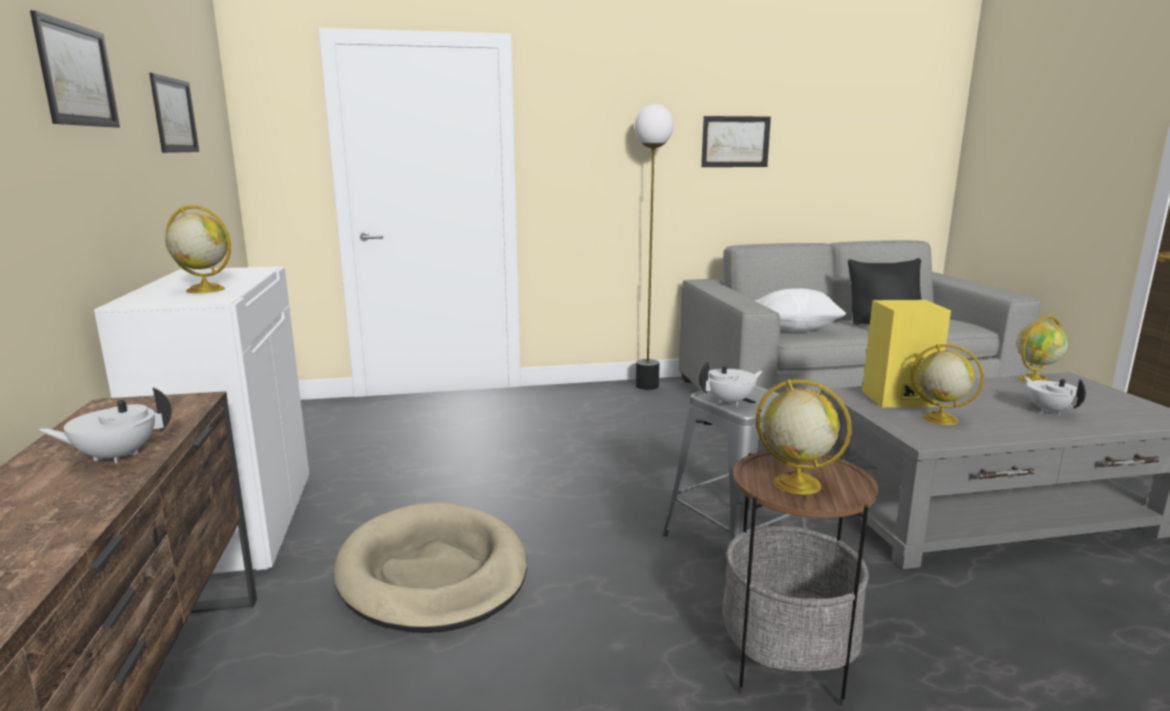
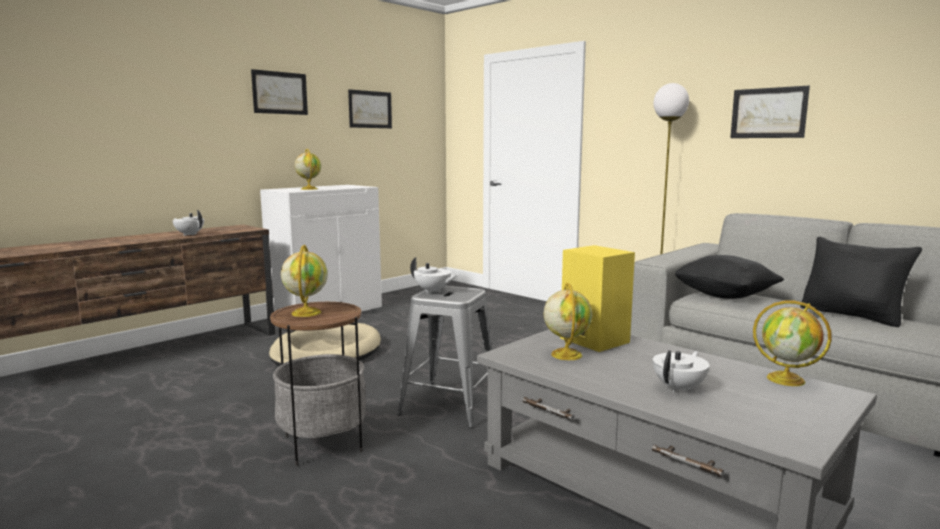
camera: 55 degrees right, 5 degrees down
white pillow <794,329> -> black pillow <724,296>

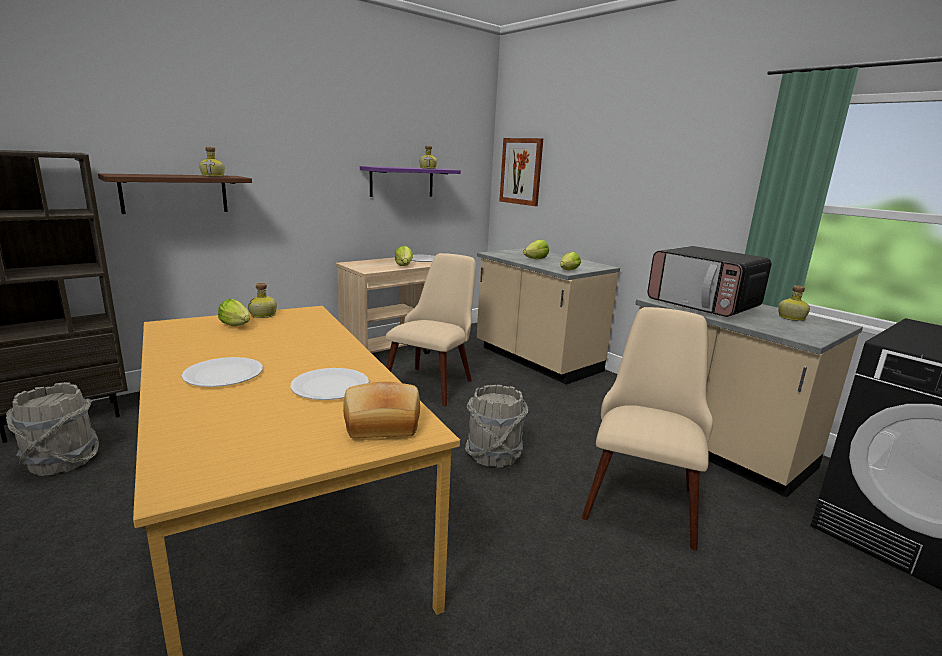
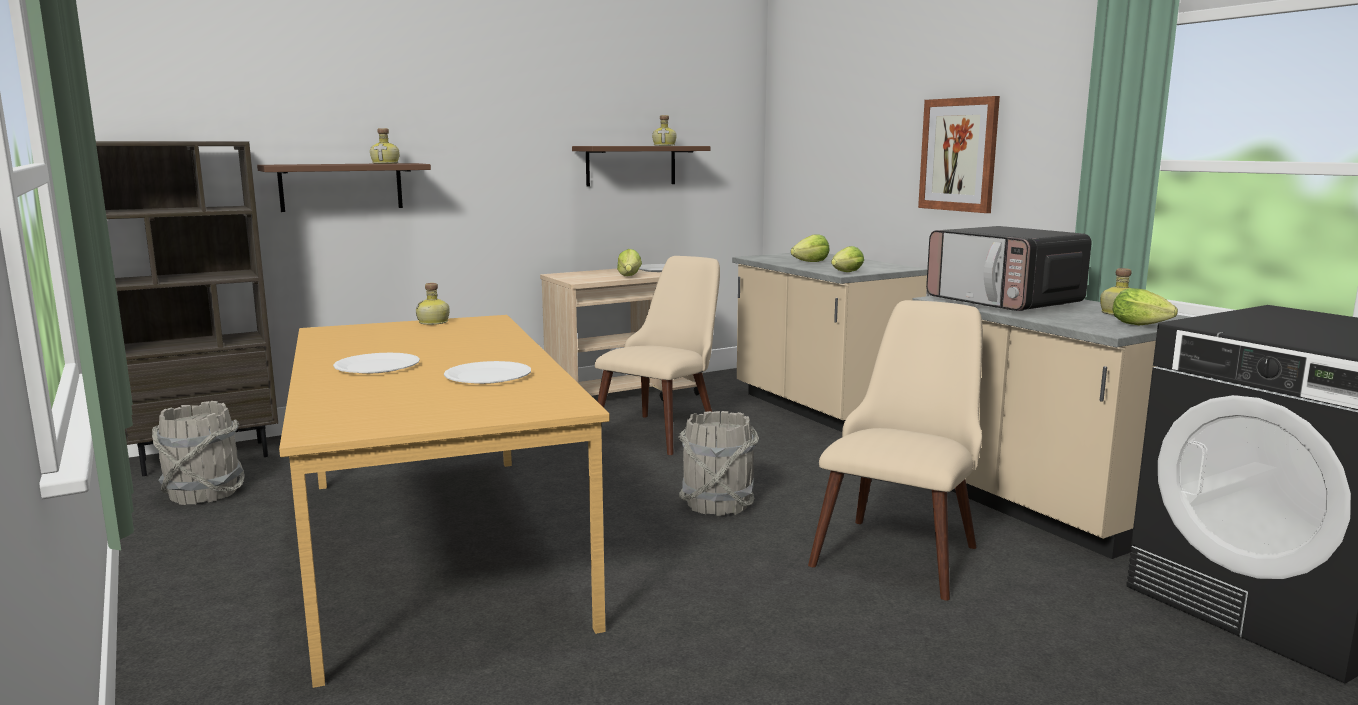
camera: 10 degrees right, 5 degrees down
purple shelf <402,182> -> brown shelf <631,165>
picture <521,171> -> picture <959,154>, moved
lettuce <237,326> -> lettuce <1143,325>, moved
bread <382,425> -> none

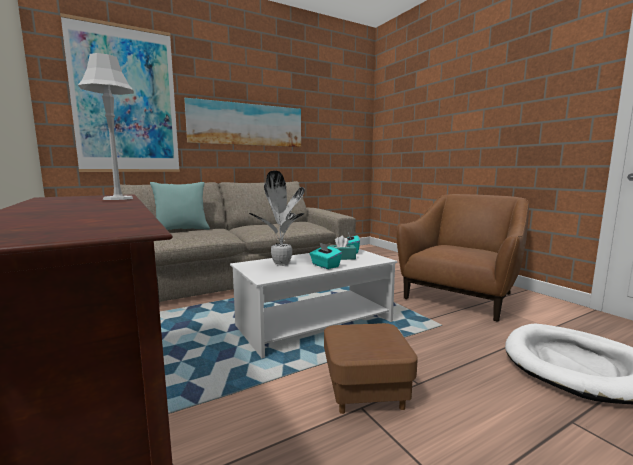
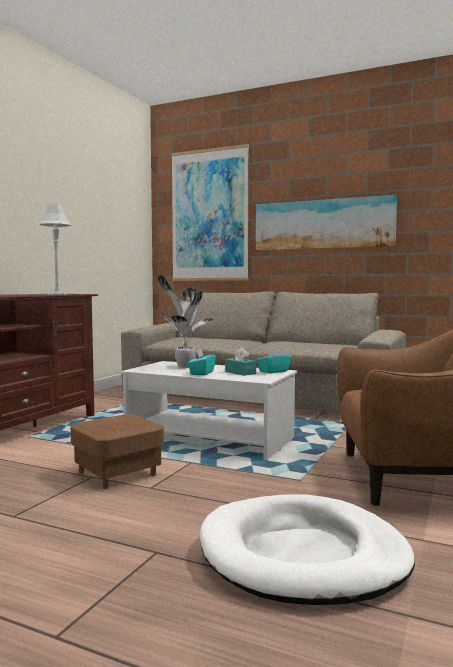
camera: 55 degrees right, 5 degrees down
turquoise pillow <182,230> -> none

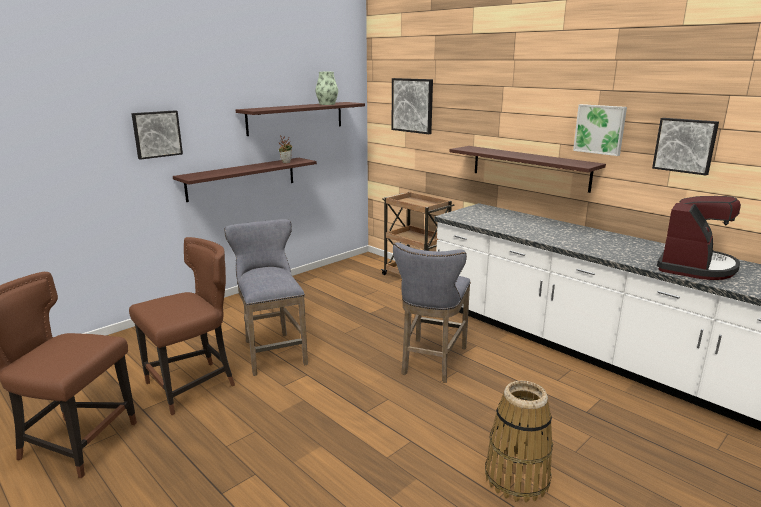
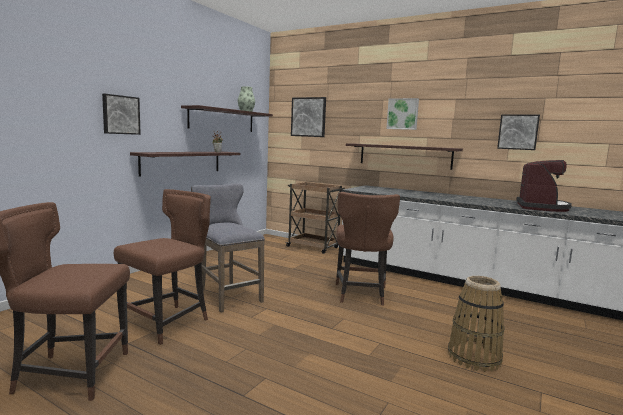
camera: 15 degrees left, 10 degrees down
grey stool <431,362> -> brown chair <360,294>
picture <600,129> -> picture <403,114>, moved

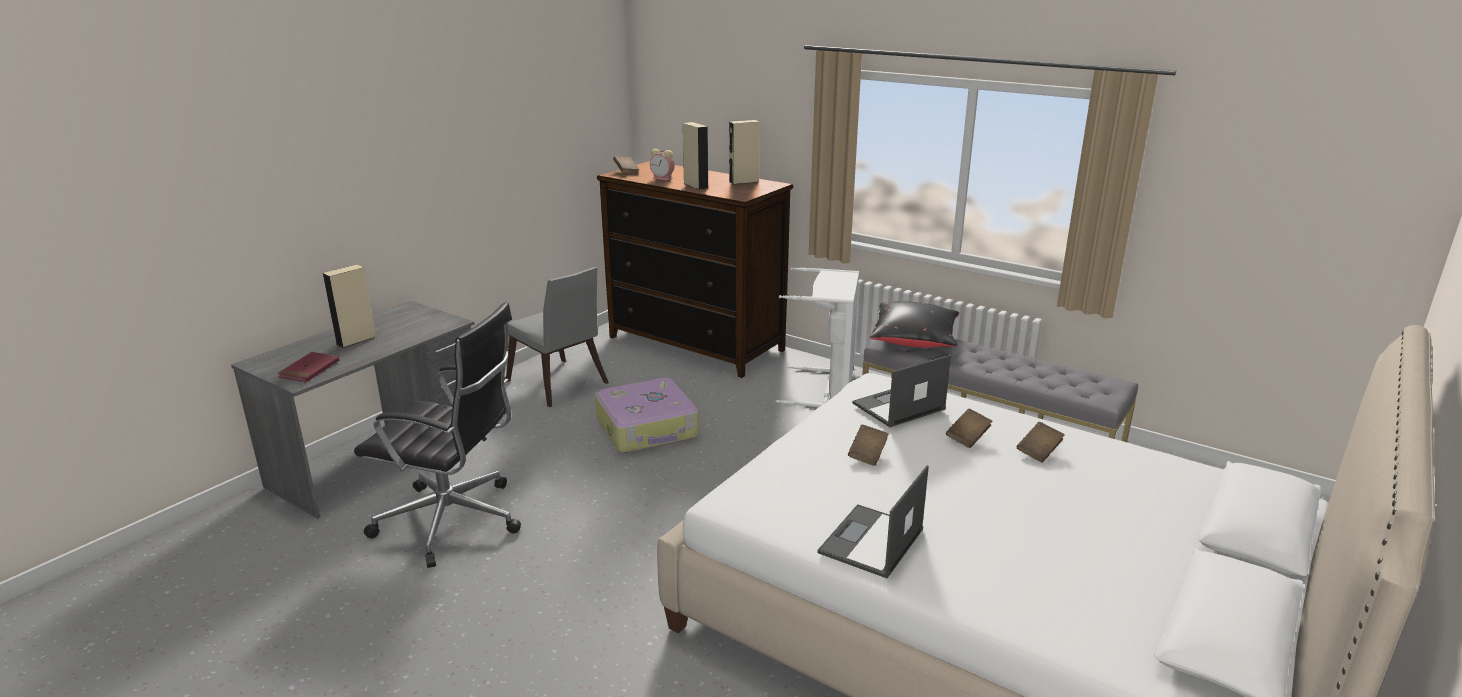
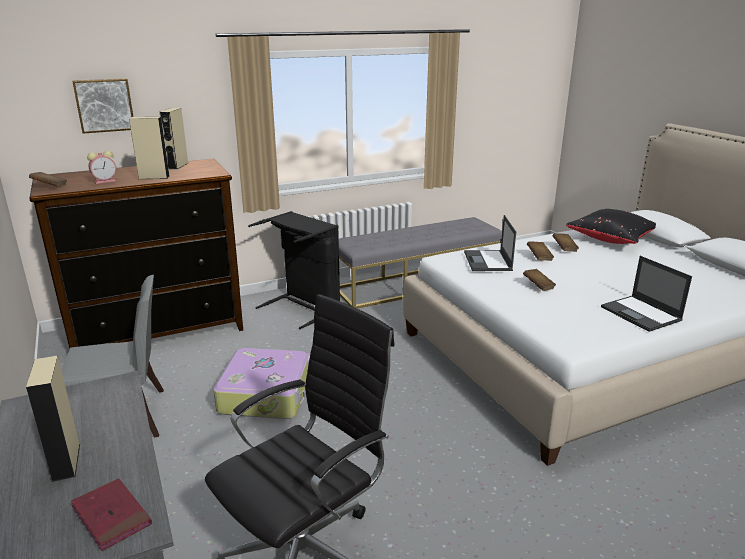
camera: 60 degrees left, 0 degrees up
none -> picture <104,105>
white laundry basket <827,389> -> black laundry basket <304,307>
black pillow <914,341> -> black pillow <612,239>, moved

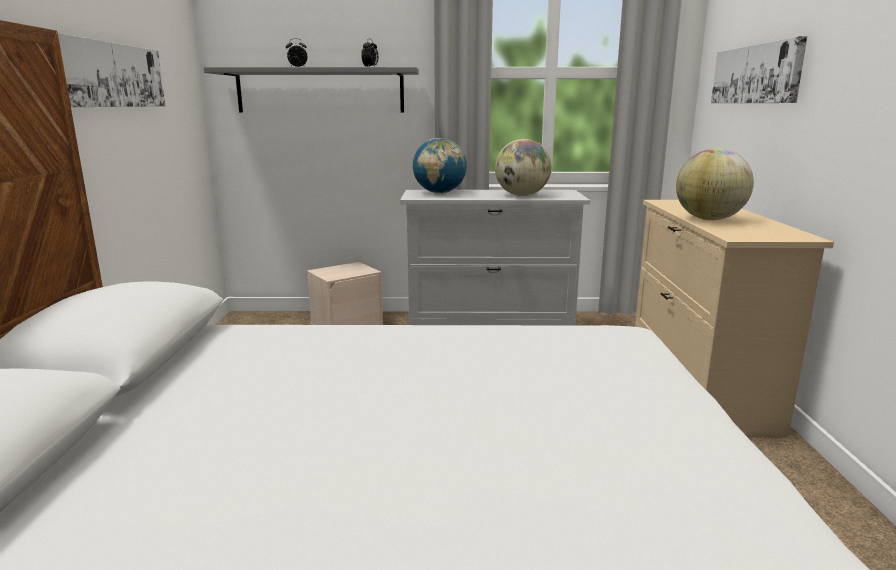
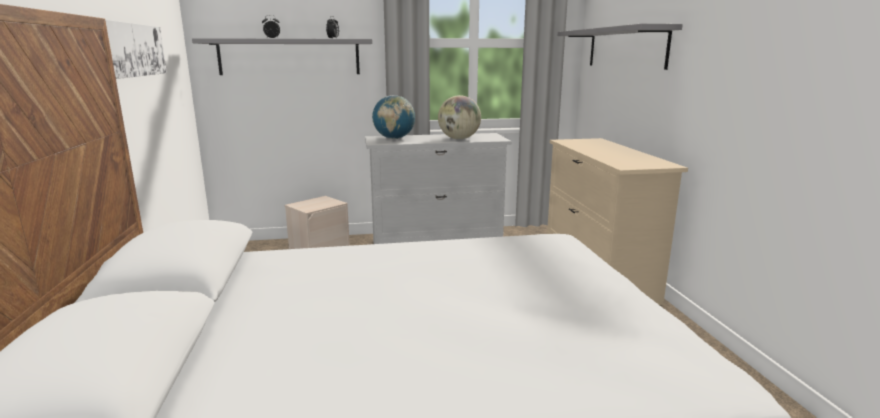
camera: 10 degrees left, 0 degrees up
picture <756,74> -> grey shelf <625,48>
globe <709,219> -> none

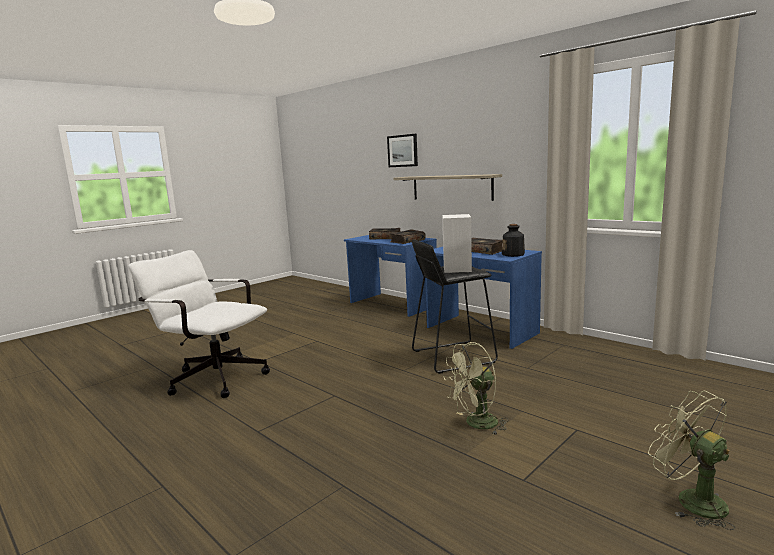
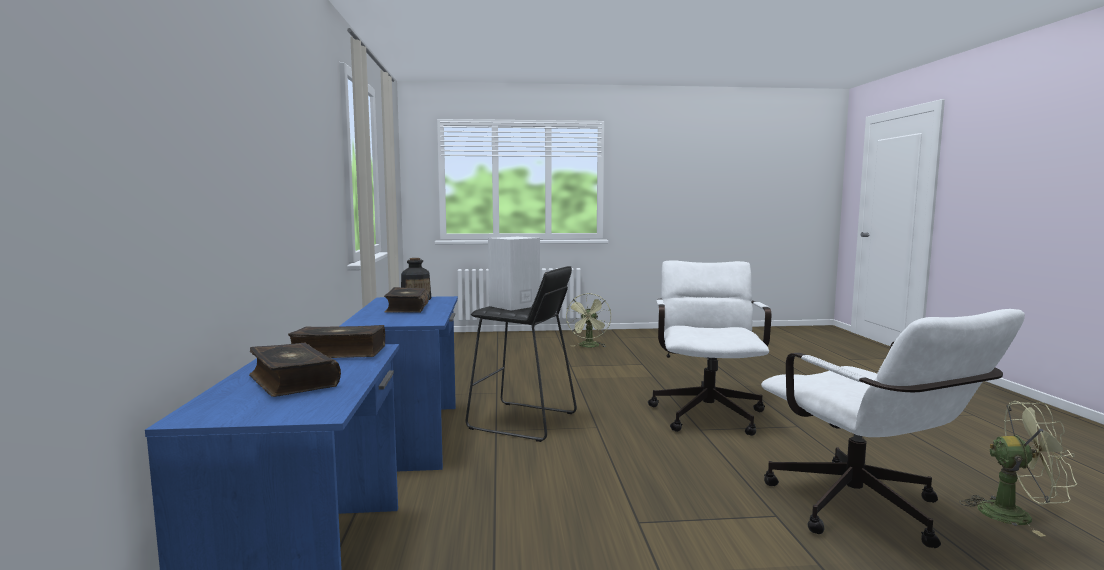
camera: 140 degrees left, 5 degrees down
none -> white office chair <707,411>
green fan <476,424> -> green fan <1015,515>, moved
picture <403,151> -> none
shelf <451,187> -> none

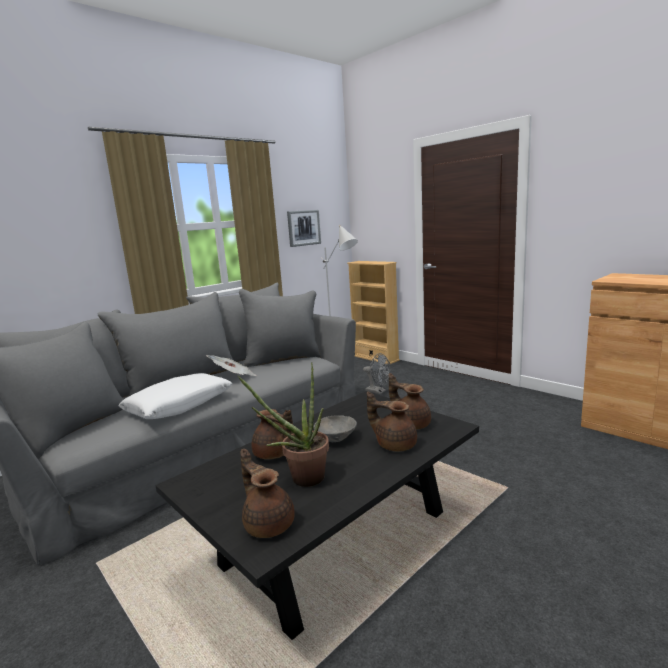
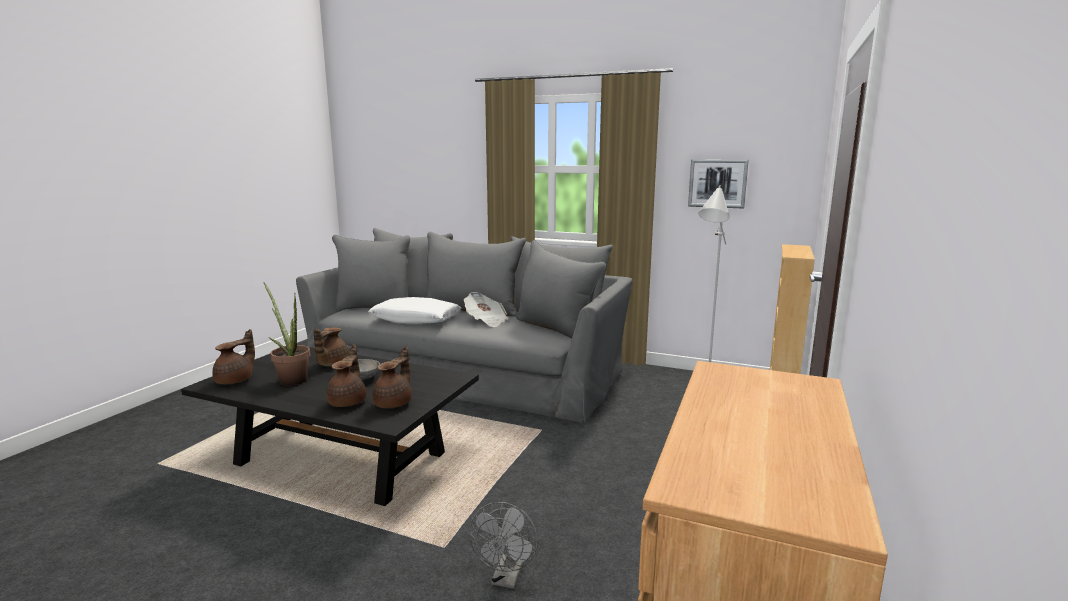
camera: 65 degrees right, 0 degrees up
grey fan <378,391> -> grey fan <506,578>, moved

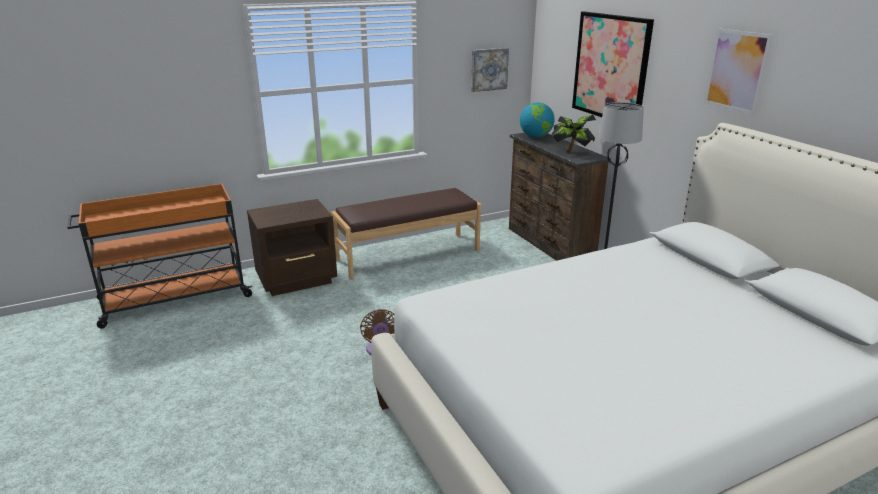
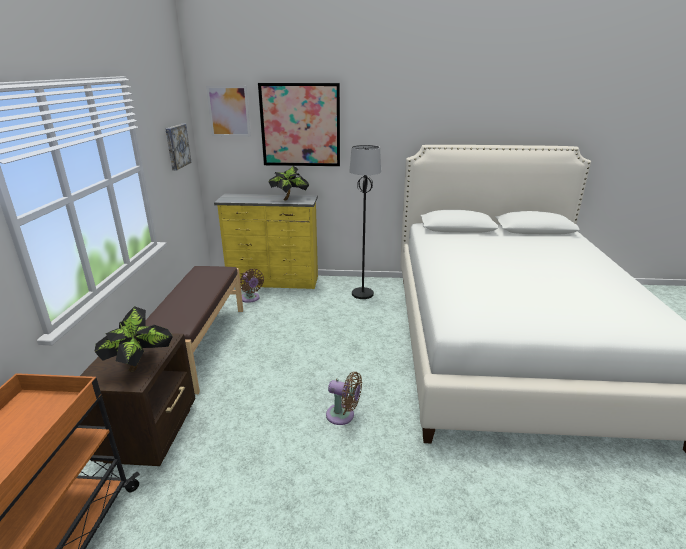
camera: 60 degrees left, 0 degrees up
none -> potted plant <140,365>
picture <736,71> -> picture <229,111>, moved
brown dresser <549,244> -> yellow dresser <273,282>
none -> brown fan <251,299>
globe <536,137> -> none

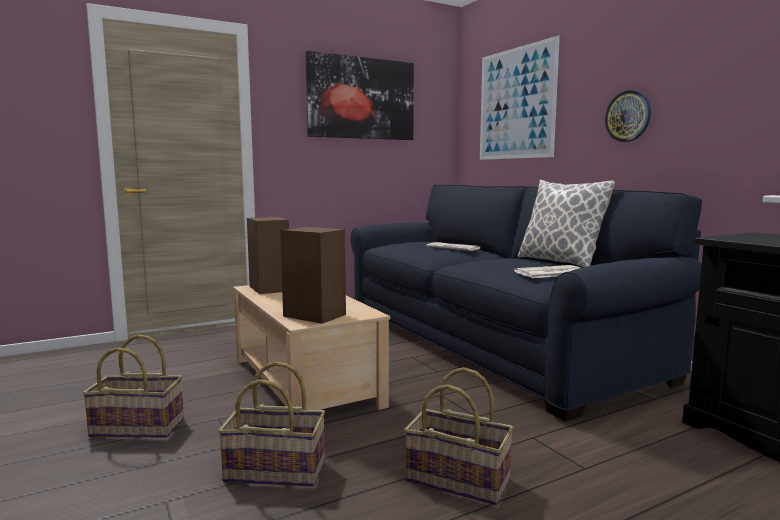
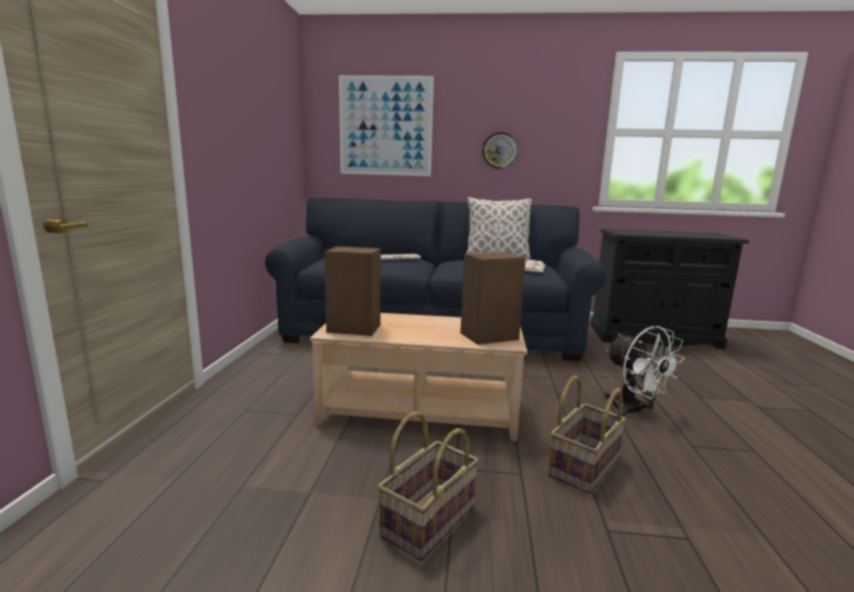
camera: 55 degrees left, 5 degrees up
basket <459,479> -> white fan <633,411>
picture <361,98> -> none

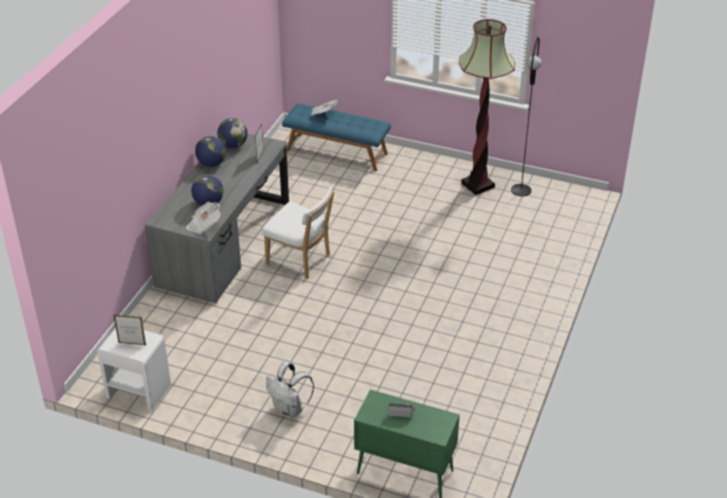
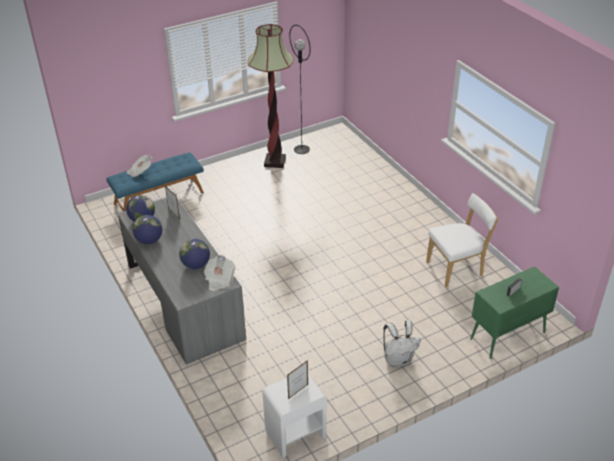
camera: 50 degrees left, 0 degrees up
white chair <300,260> -> white chair <457,268>, moved

